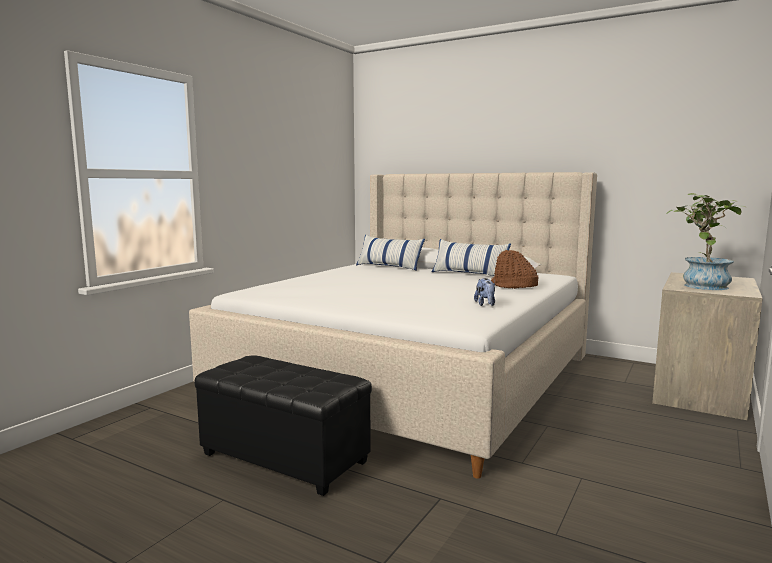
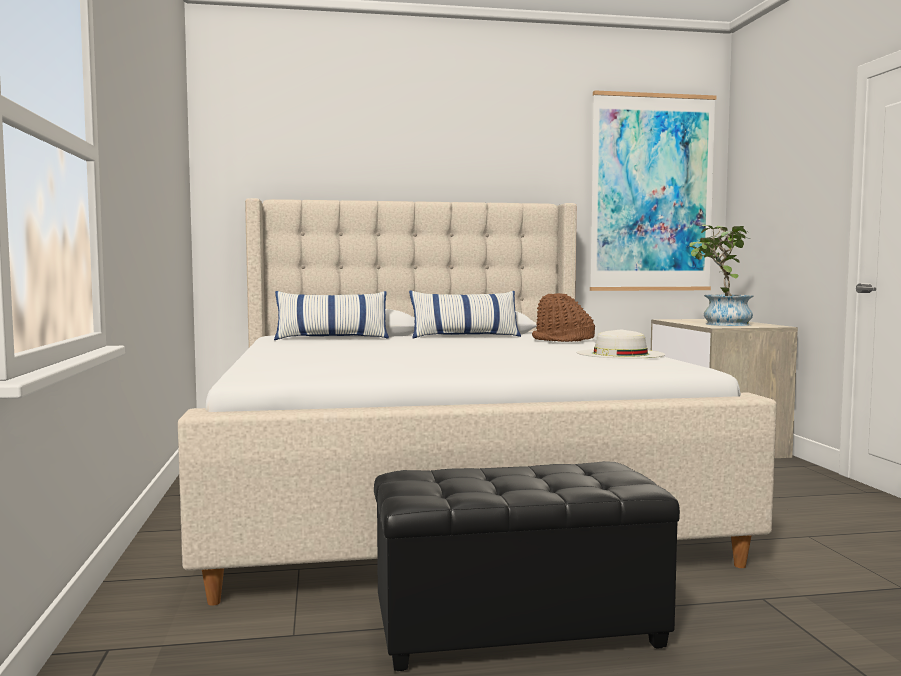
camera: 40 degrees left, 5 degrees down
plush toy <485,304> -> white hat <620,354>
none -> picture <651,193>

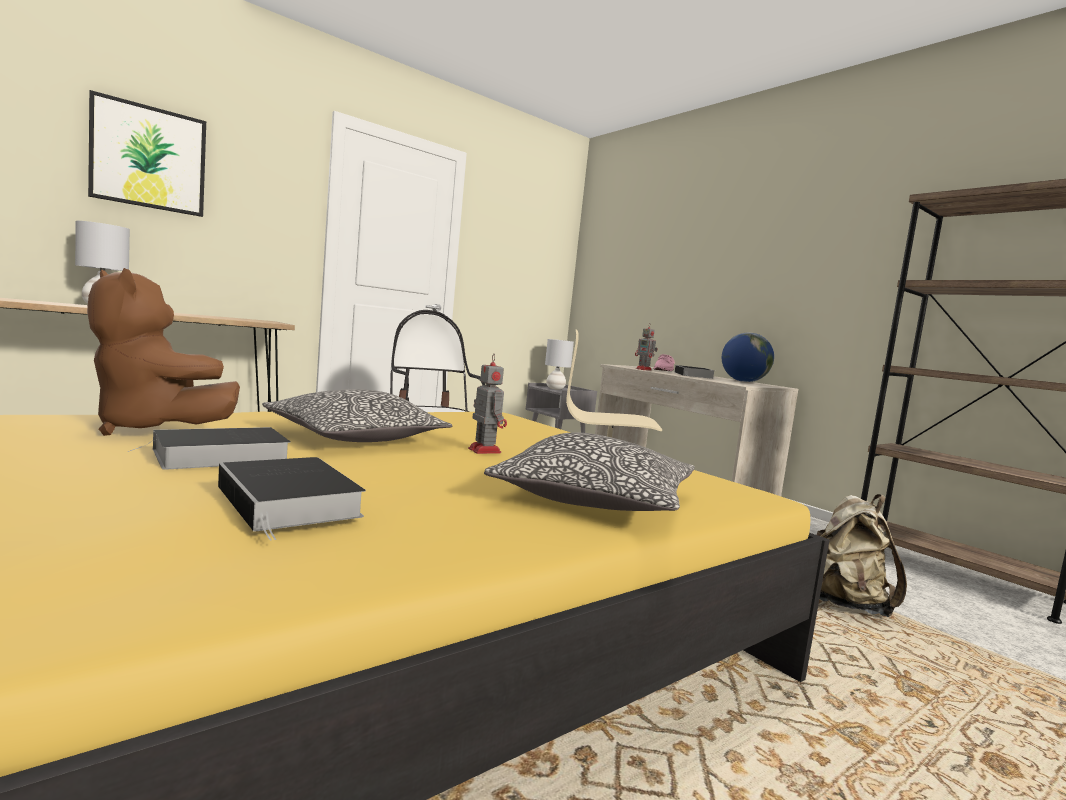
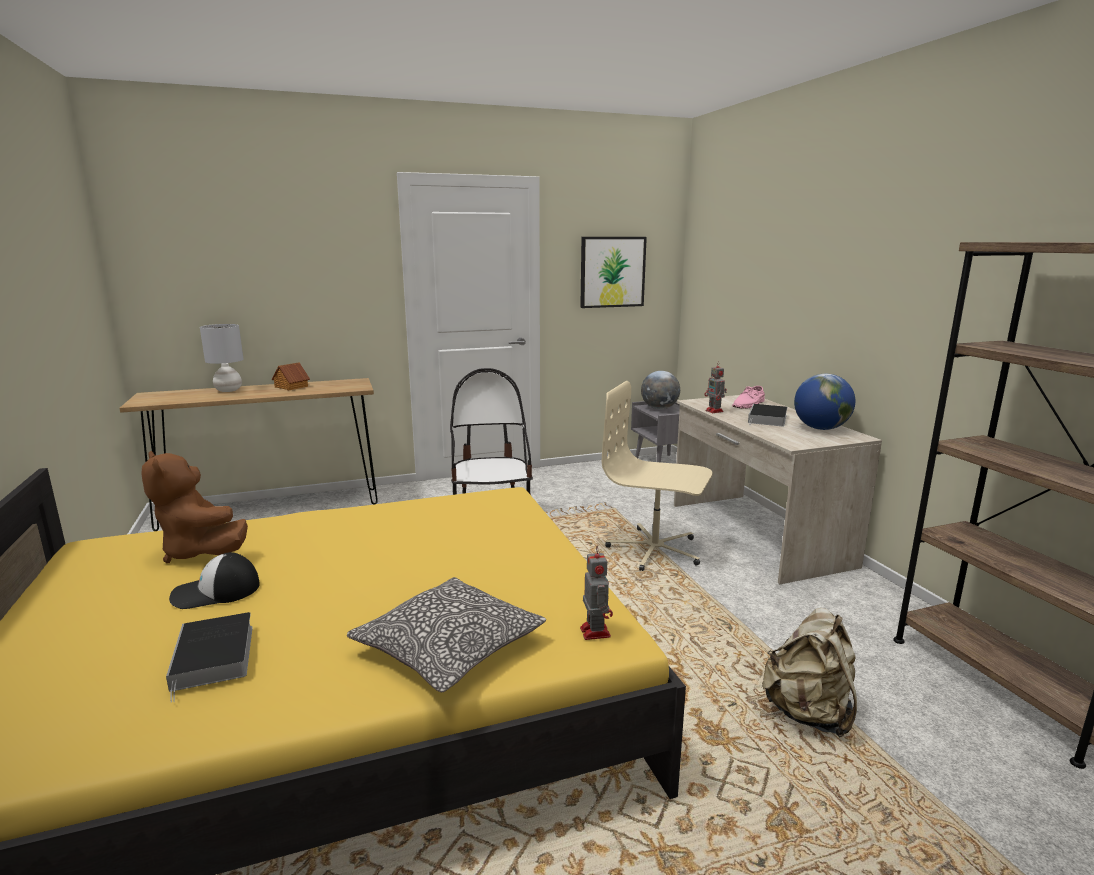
camera: 20 degrees right, 10 degrees up
book <217,456> -> cap <215,592>
none -> toy house <291,387>
picture <149,158> -> picture <612,272>, moved
toy robot <483,450> -> toy robot <594,631>, moved
grey table lamp <555,388> -> globe <659,408>
pillow <355,438> -> none

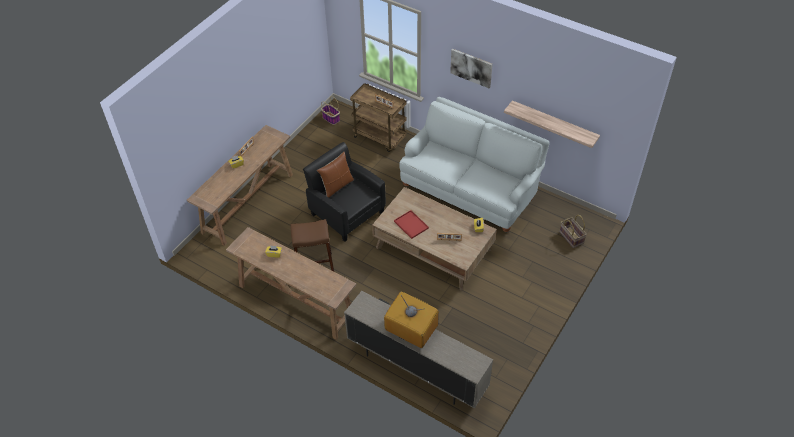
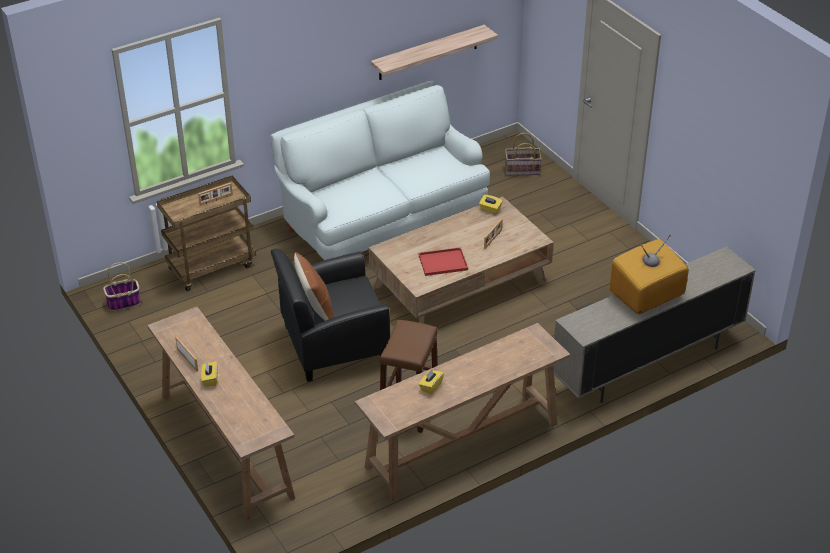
camera: 65 degrees left, 10 degrees down
picture <471,67> -> none

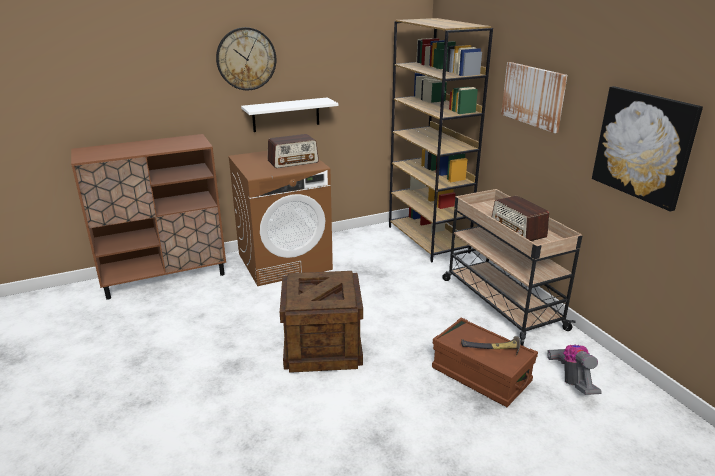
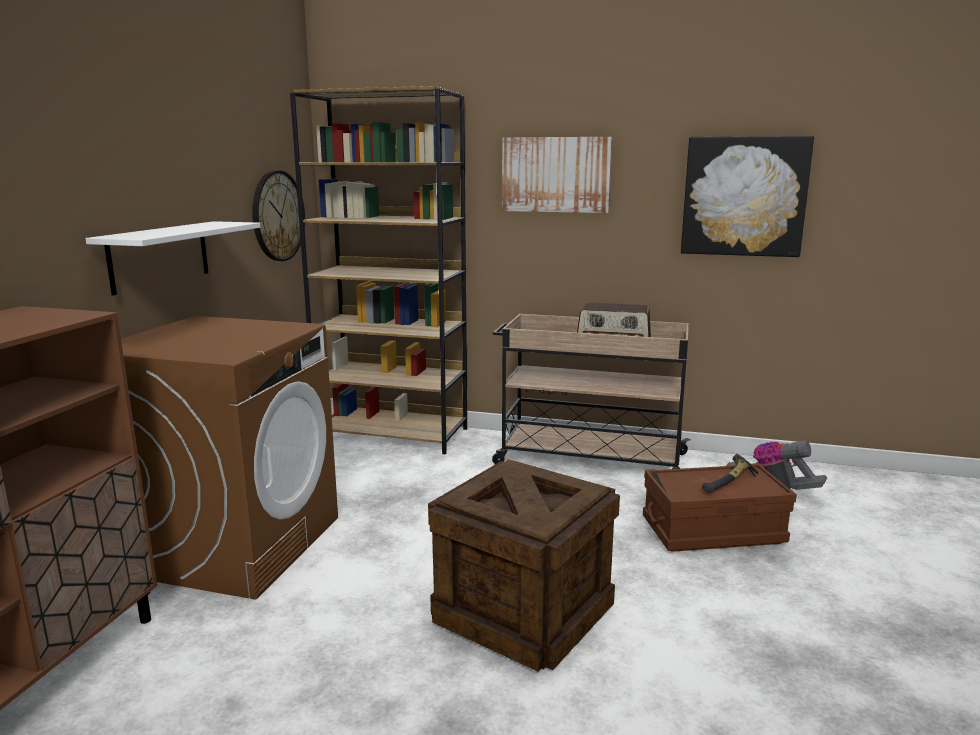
camera: 50 degrees left, 10 degrees down
wall clock <246,59> -> wall clock <278,216>, moved
radio <293,162> -> none

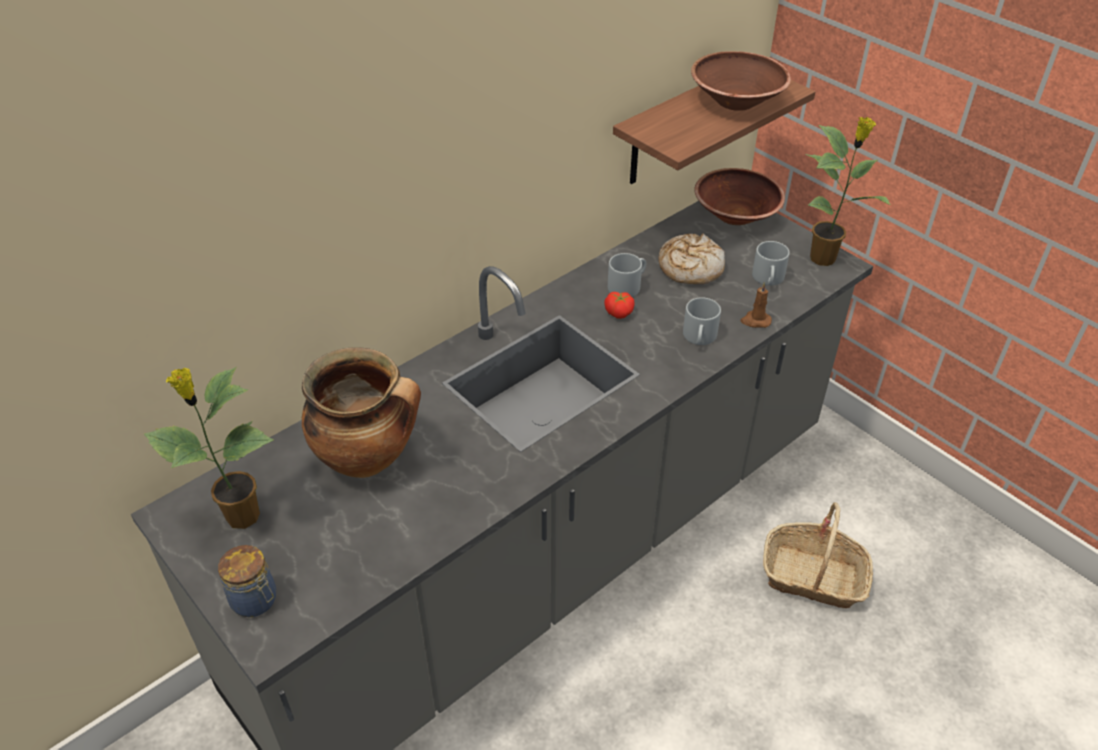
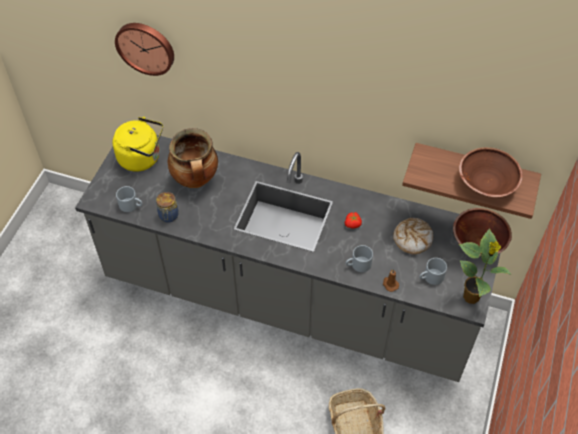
camera: 60 degrees right, 10 degrees up
potted plant <240,517> -> yellow kettle <142,158>
none -> wall clock <146,47>
grey mug <627,285> -> grey mug <131,205>, moved
jar <256,601> -> jar <168,216>, moved

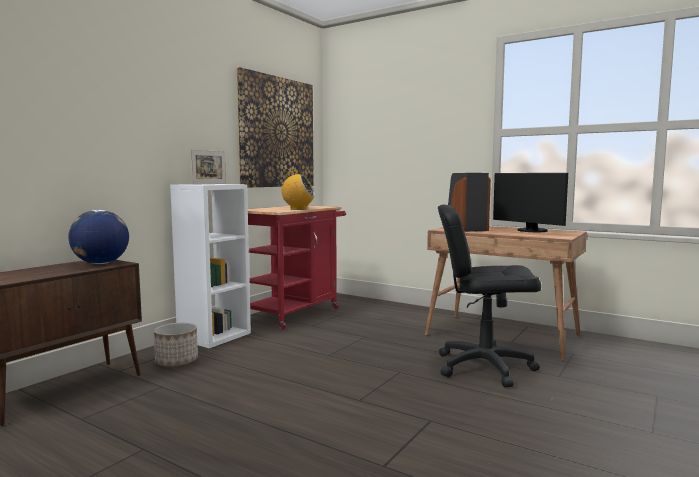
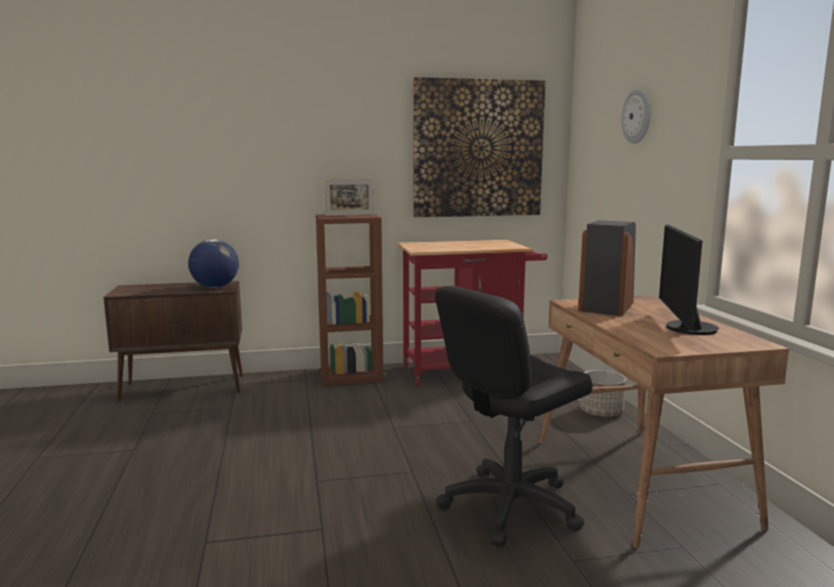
camera: 45 degrees right, 5 degrees up
white bookcase <214,336> -> brown bookcase <351,375>
black office chair <484,367> -> black office chair <510,506>, 90 degrees counterclockwise
planter <177,361> -> planter <601,411>, moved
none -> wall clock <637,116>
radio <298,209> -> none

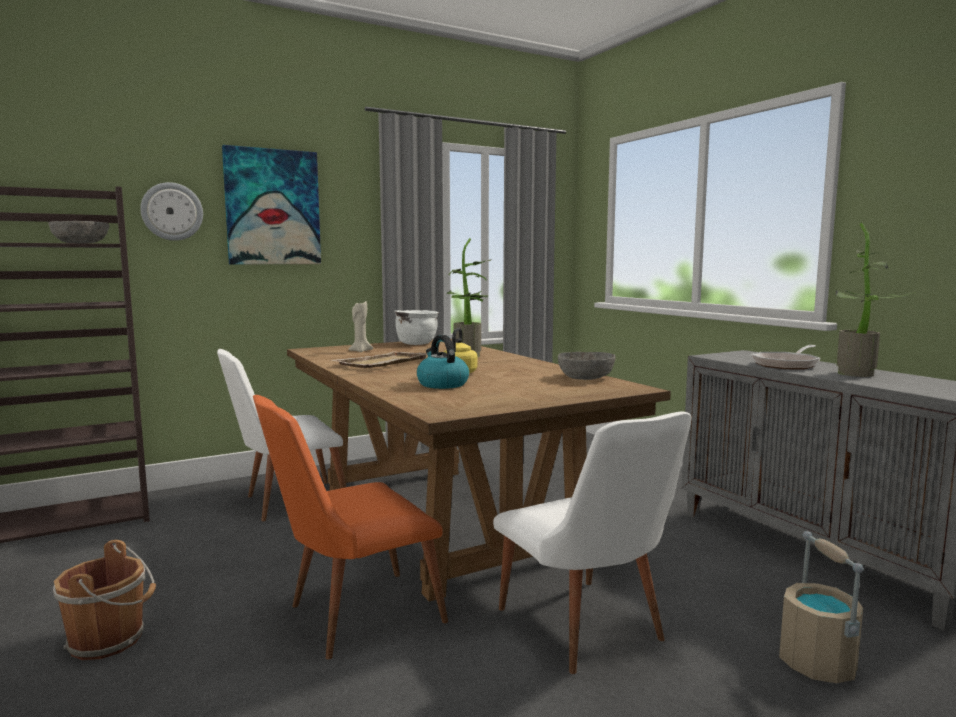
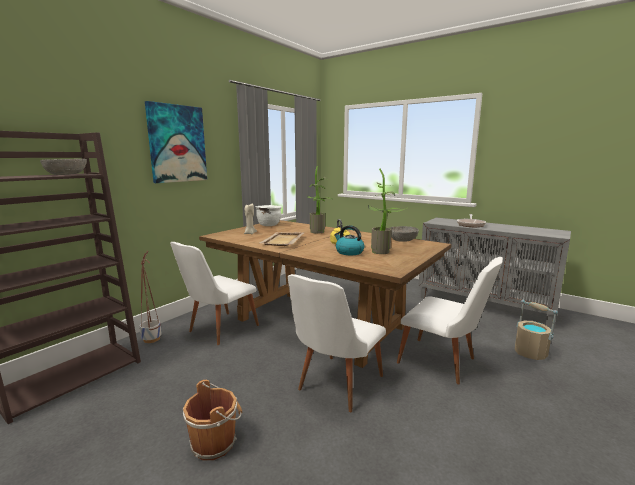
camera: 25 degrees left, 5 degrees up
none -> planter <152,339>
orange chair <351,616> -> white chair <335,386>
potted plant <862,374> -> potted plant <383,251>, moved
wall clock <172,211> -> none

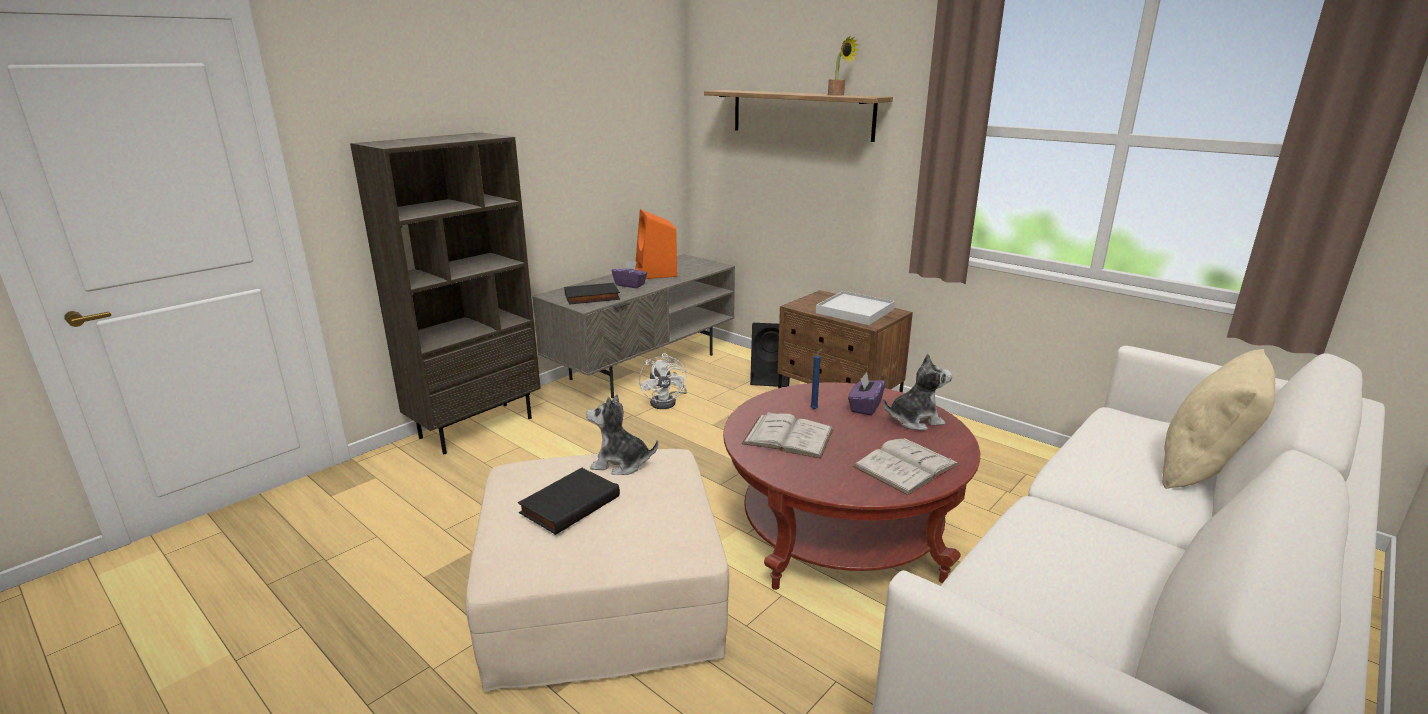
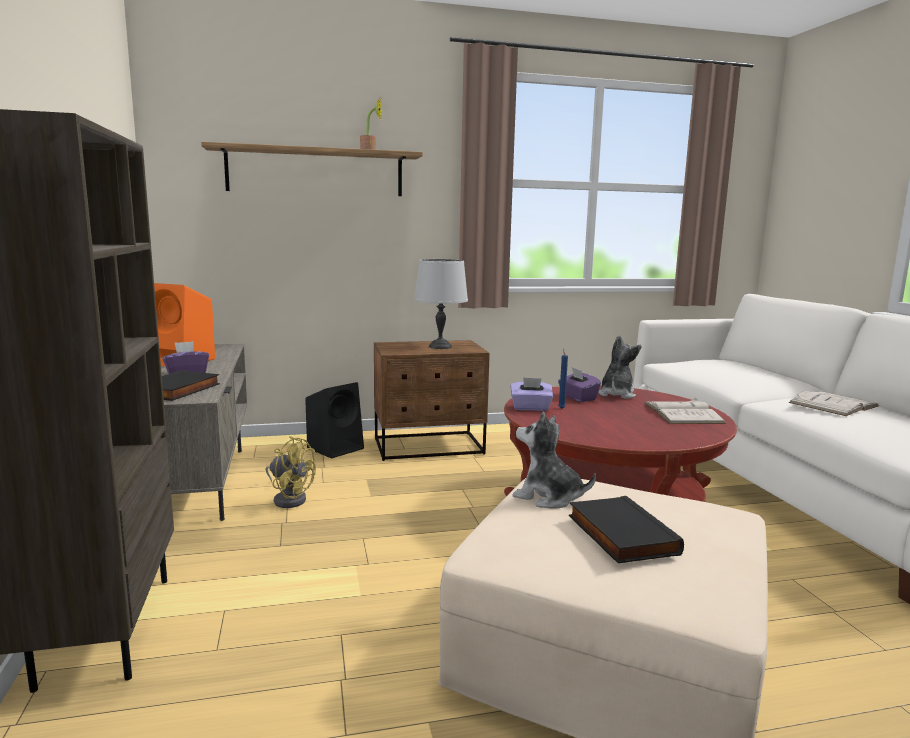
camera: 55 degrees left, 10 degrees down
white fan <667,402> -> yellow fan <289,498>
white tray <855,311> -> grey table lamp <440,347>
none -> purple tissue box <530,408>
plush toy <620,464> -> plush toy <548,497>, 75 degrees clockwise
white book <788,436> -> white book <833,404>, moved
beige pillow <1202,471> -> none

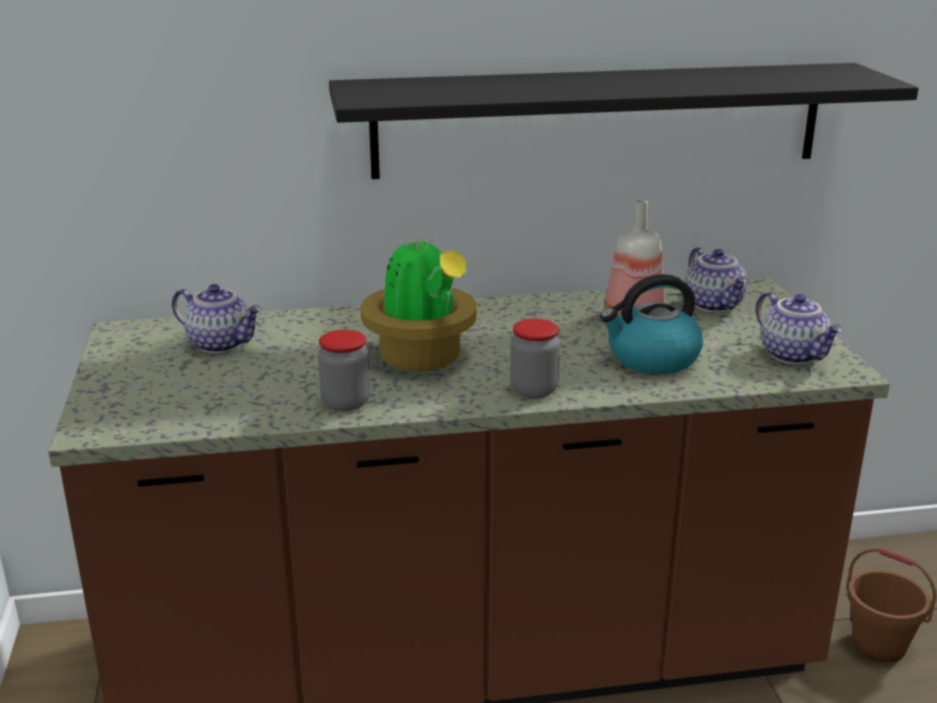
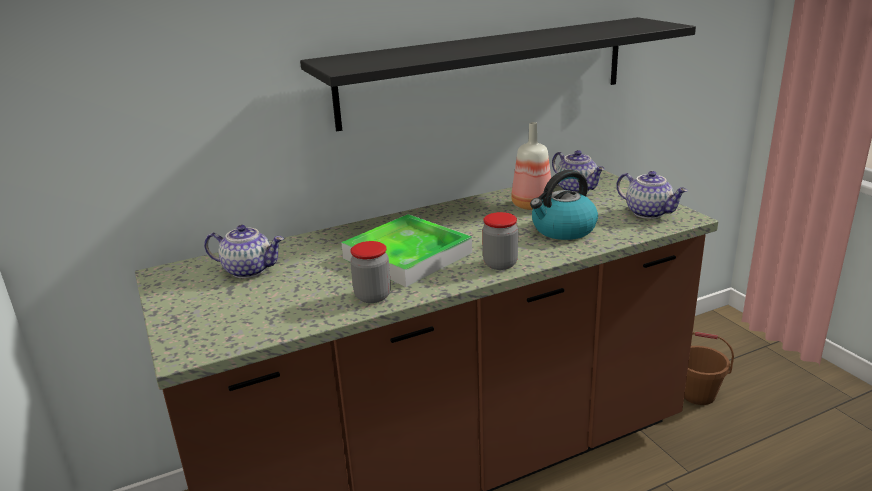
camera: 15 degrees left, 0 degrees up
potted plant <422,358> -> tray <407,255>

